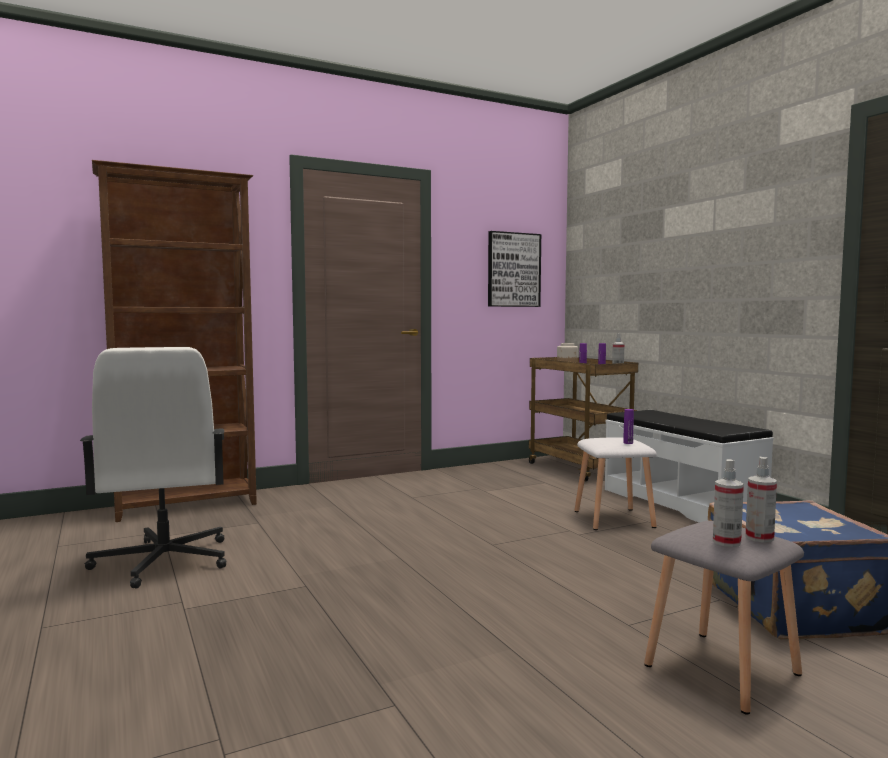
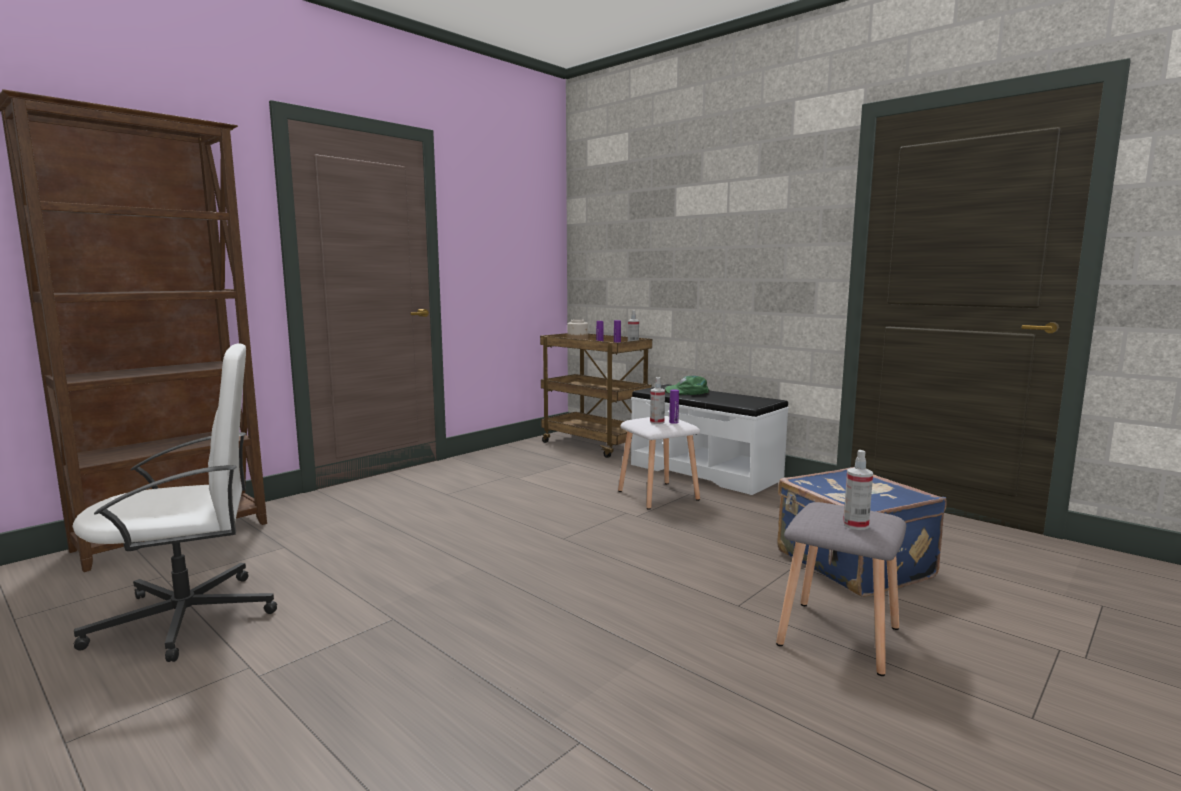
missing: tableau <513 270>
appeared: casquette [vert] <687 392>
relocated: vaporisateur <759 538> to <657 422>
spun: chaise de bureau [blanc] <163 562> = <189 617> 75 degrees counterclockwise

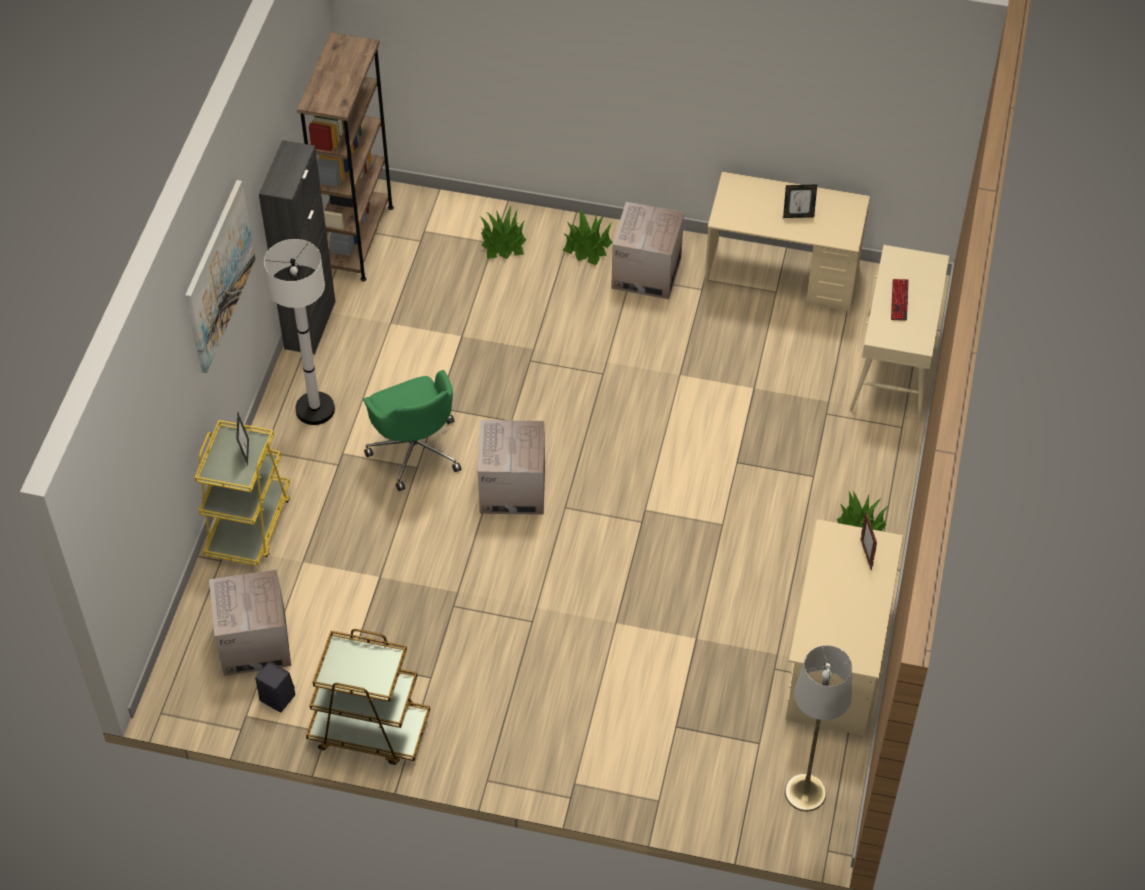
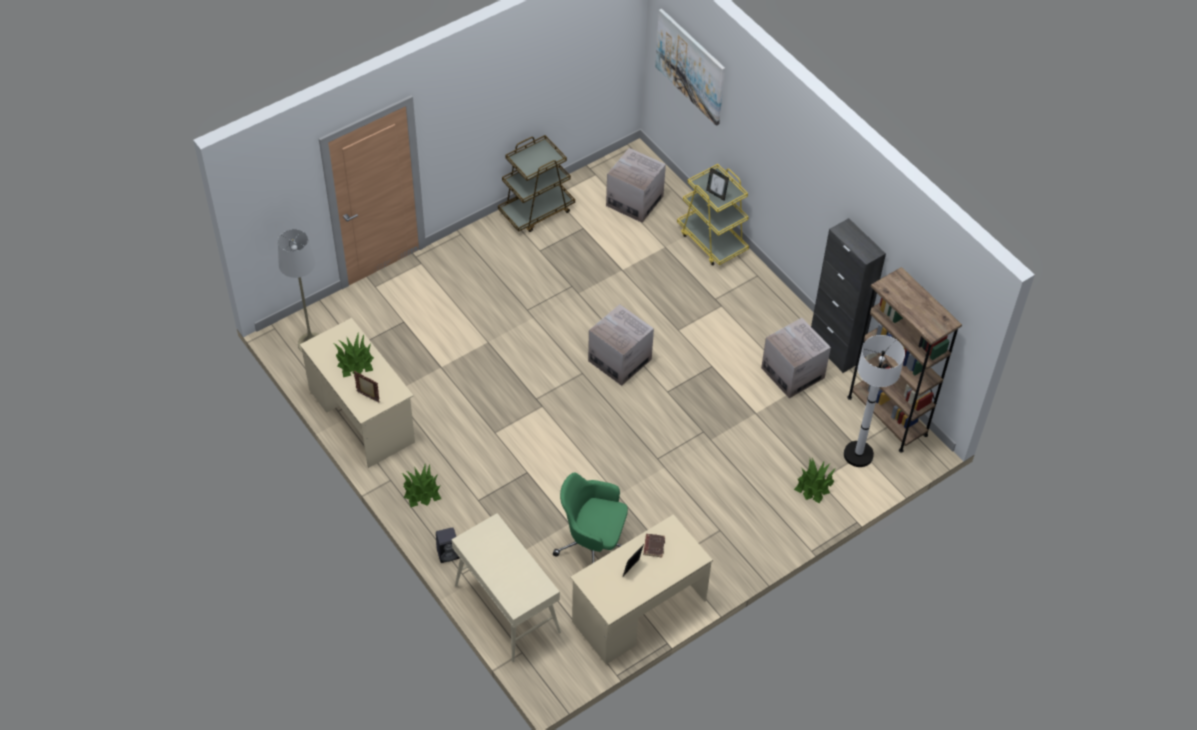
missing: clavier <899 300>
appeared: livre [marron] <653 546>
relocated: tableau <219 276> to <690 66>; carton <646 272> to <792 373>; plante en pot <587 246> to <355 362>; lampadaire [blanc] <315 409> to <858 454>; chaise de bureau [vert] <415 449> to <592 544>; enceinte [noir] <276 697> to <449 553>

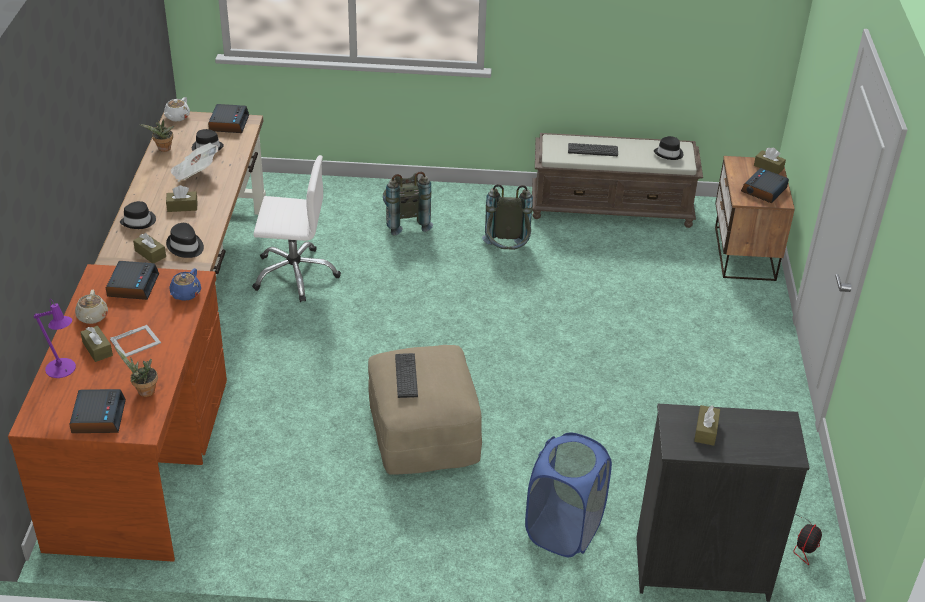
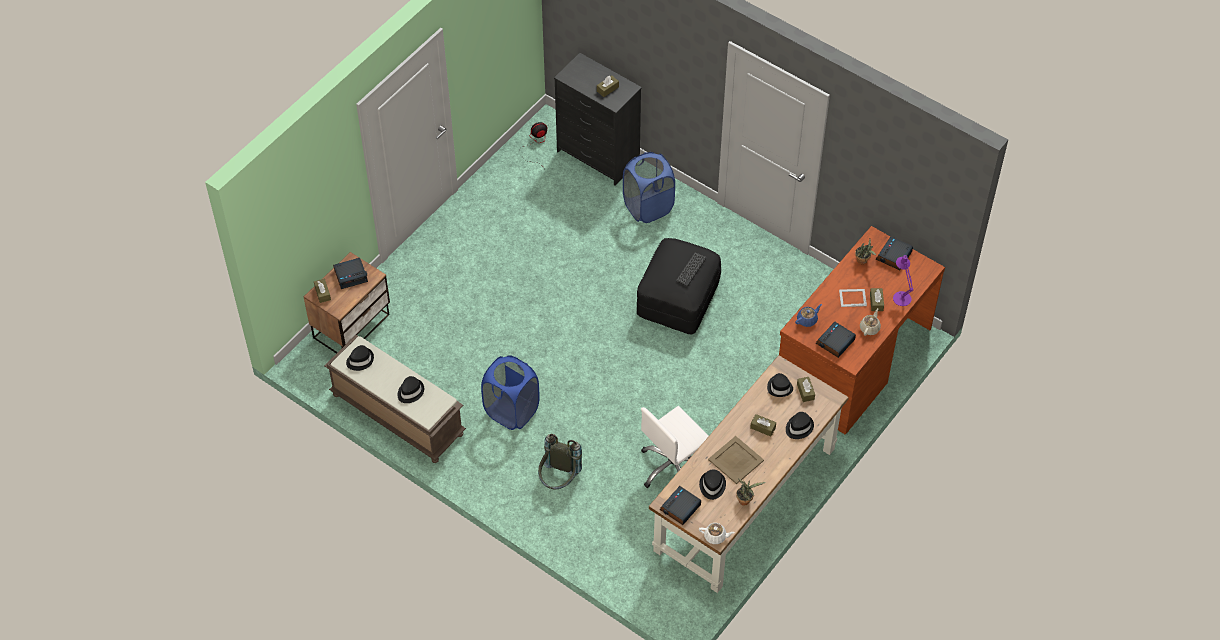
exchanged: journal <194 173> to plateau [beige] <736 460>; clavier <593 150> to chapeau [noir] <410 391>; sac à dos [gris] <507 253> to panier à linge [bleu] <511 411>
colour: pouf [beige] <424 433> to pouf [noir] <678 298>
spun: théière [blanc] <177 117> = <715 536> 45 degrees clockwise; chaise de bureau [blanc] <295 274> = <673 467> 75 degrees counterclockwise

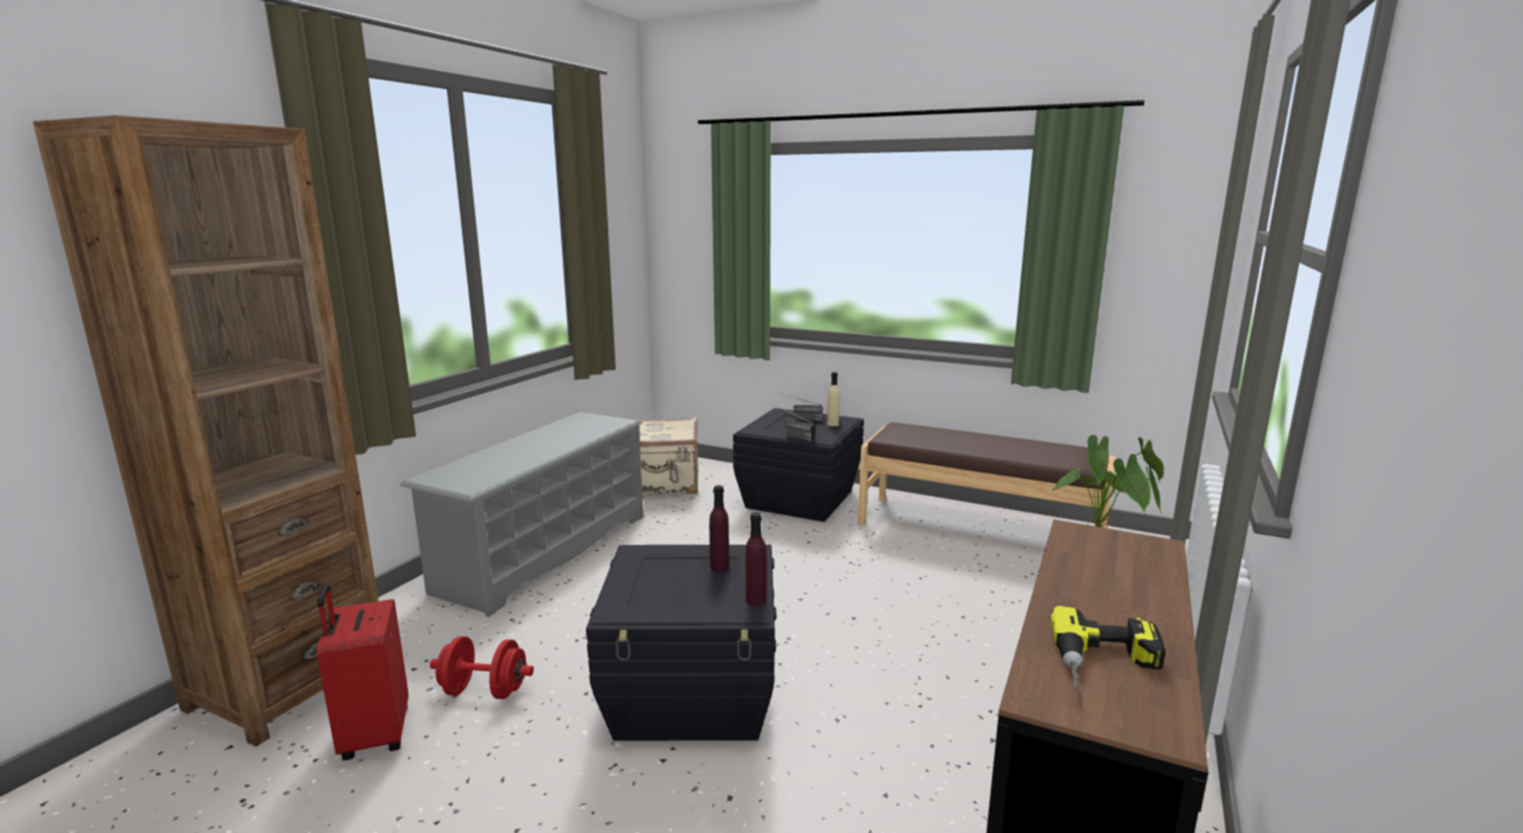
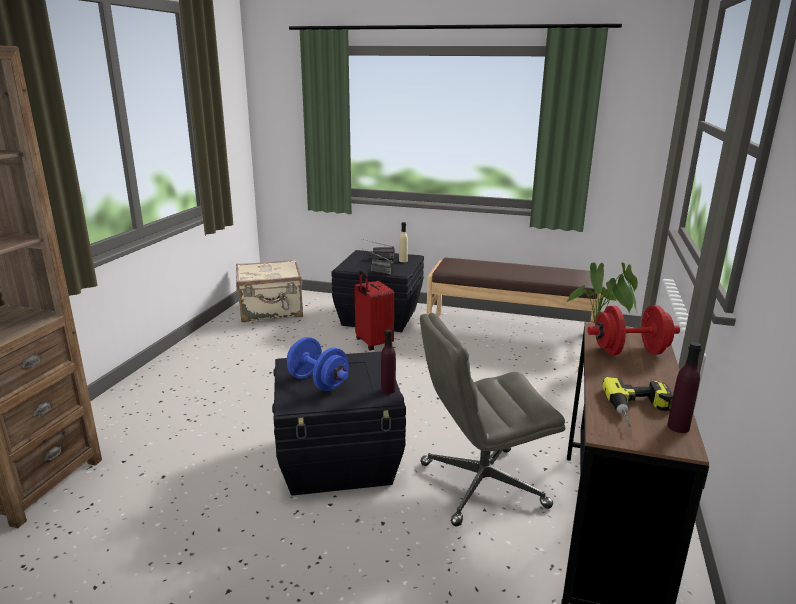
missing: étagère à chaussures [gris] <544 552>
appeared: chaise de bureau [gris] <481 485>; haltère [bleu] <318 382>
relocated: bouteille [violet] <719 567> to <678 427>; valise [rouge] <373 736> to <372 343>; haltère [rouge] <484 691> to <630 352>

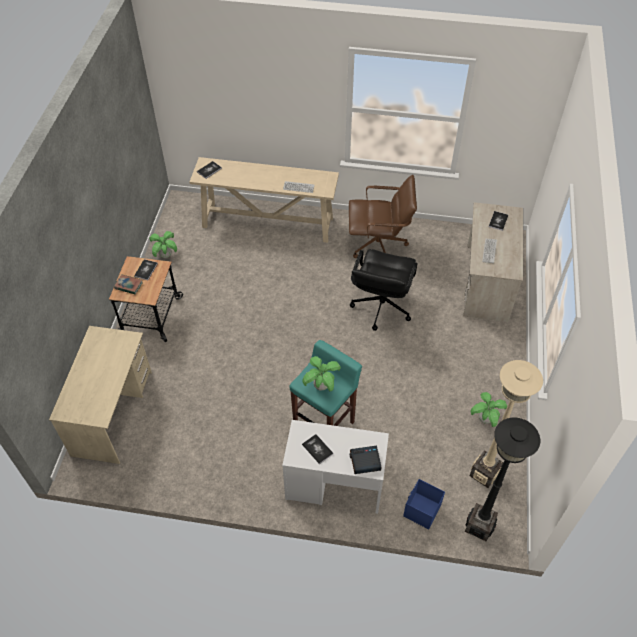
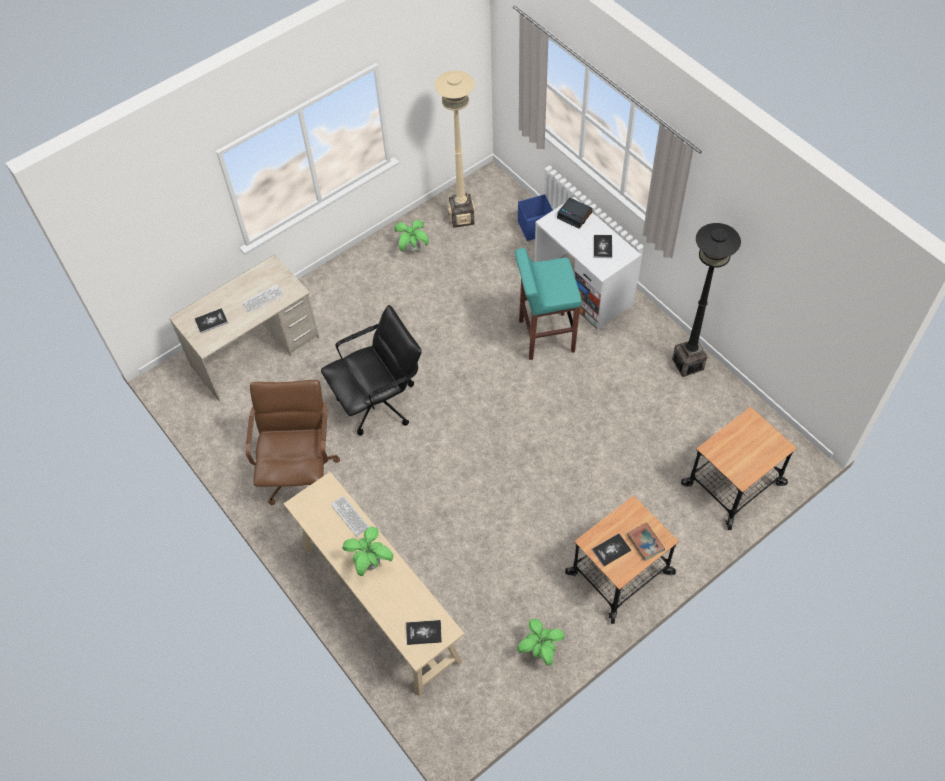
relocated: plante en pot <321 386> to <371 563>; lampadaire [noir] <479 526> to <688 364>
exchanged: bureau [beige] <113 413> to chariot <733 485>
spun: chaise de bureau [marron] <379 245> = <300 472> 45 degrees clockwise

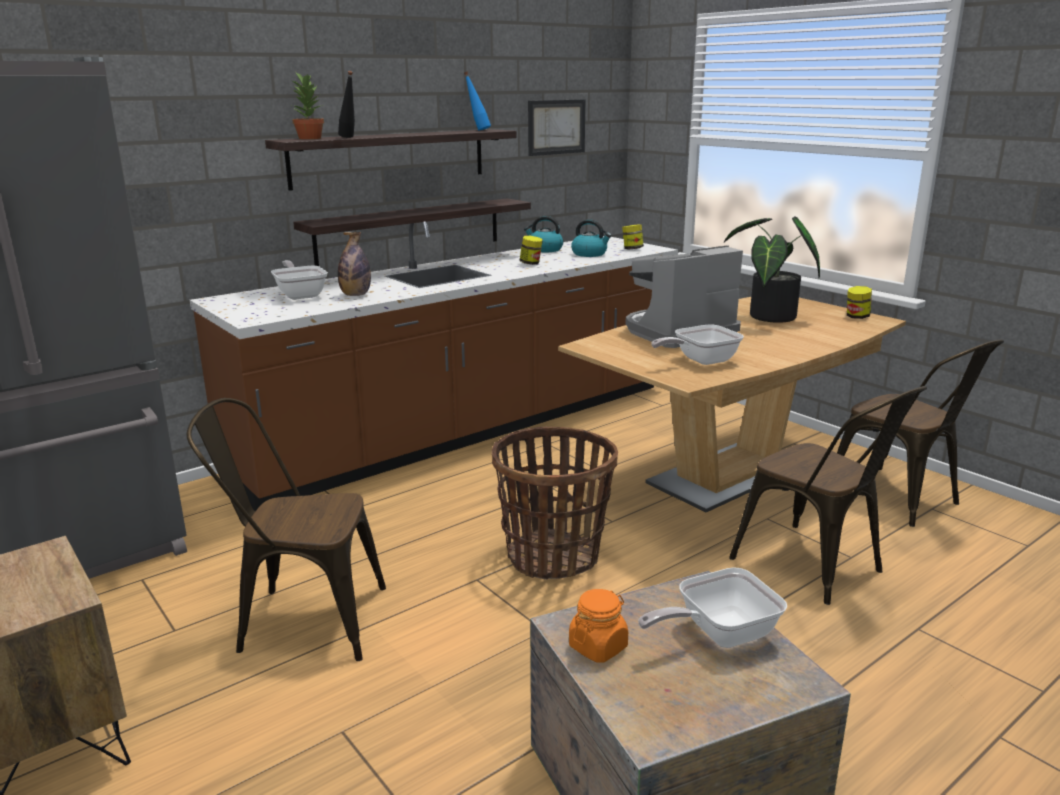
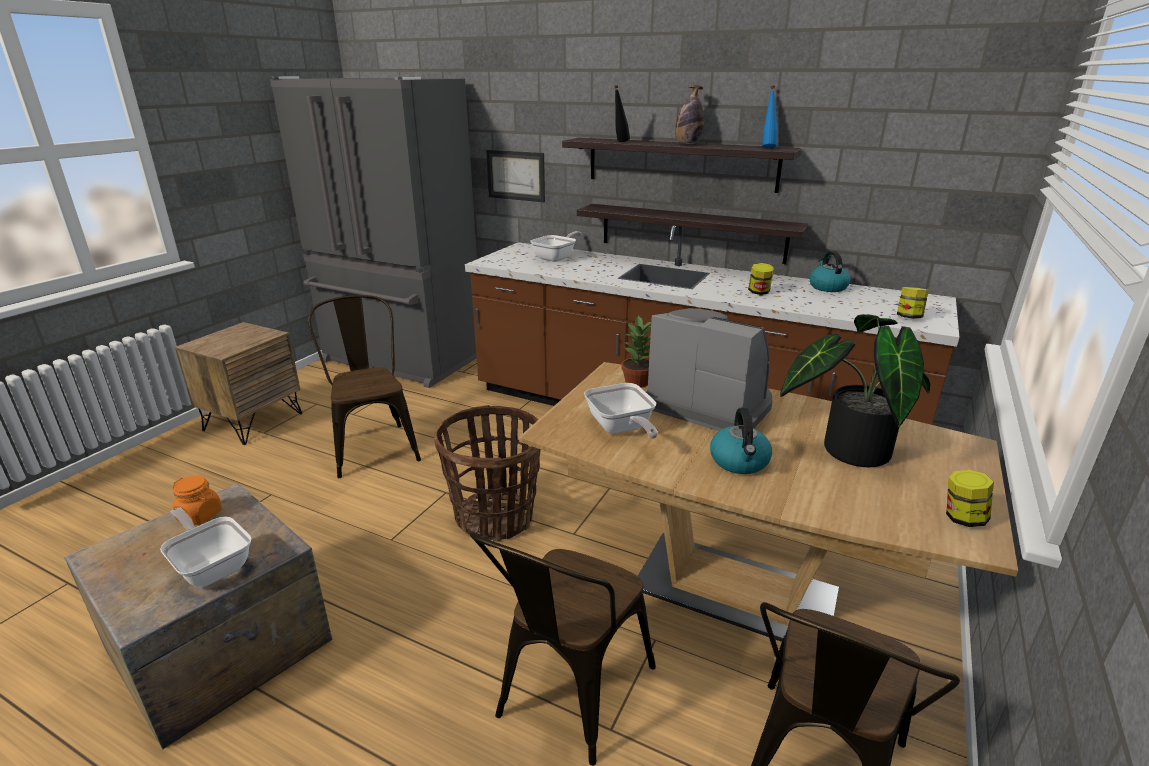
relocated: plante en pot <310 138> to <637 382>; tableau <556 127> to <516 175>; bouilloire <590 254> to <739 462>; bouteille <355 295> to <687 144>
spun: poêle <700 361> = <621 429> 150 degrees counterclockwise

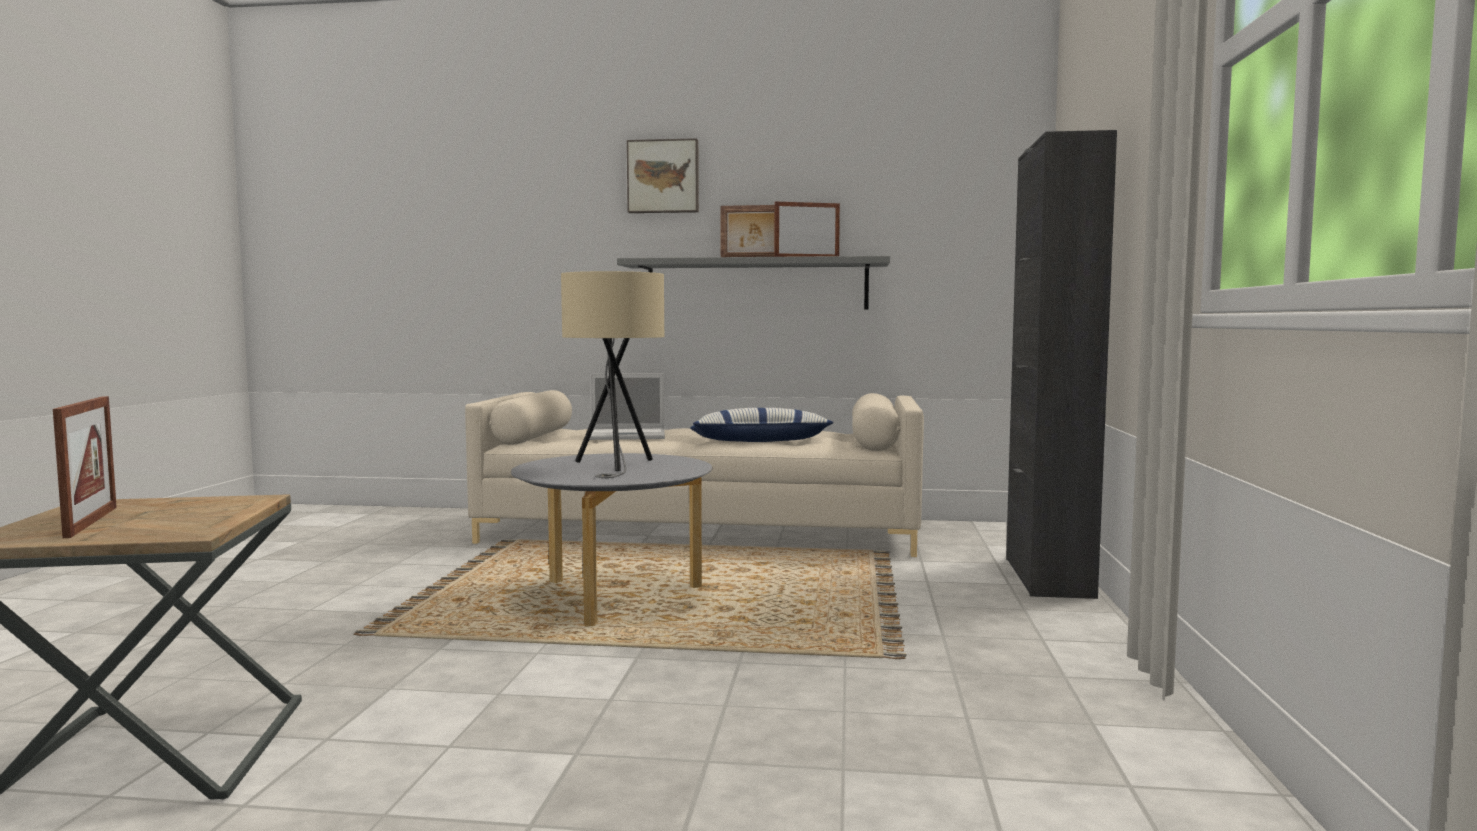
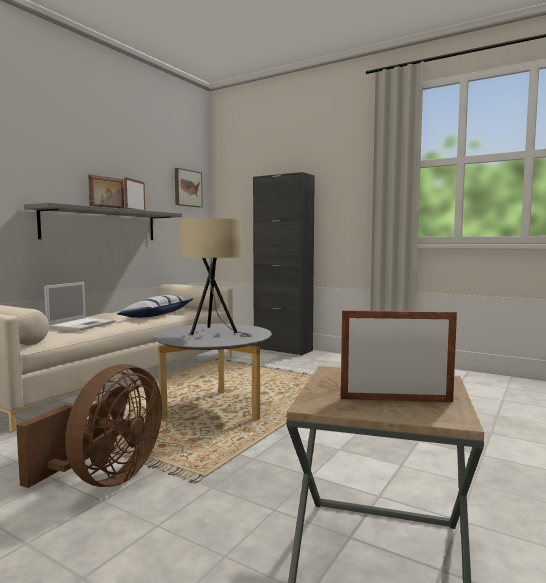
appeared: ventilateur [marron] <105 479>
relocated: tableau <663 177> to <187 188>

